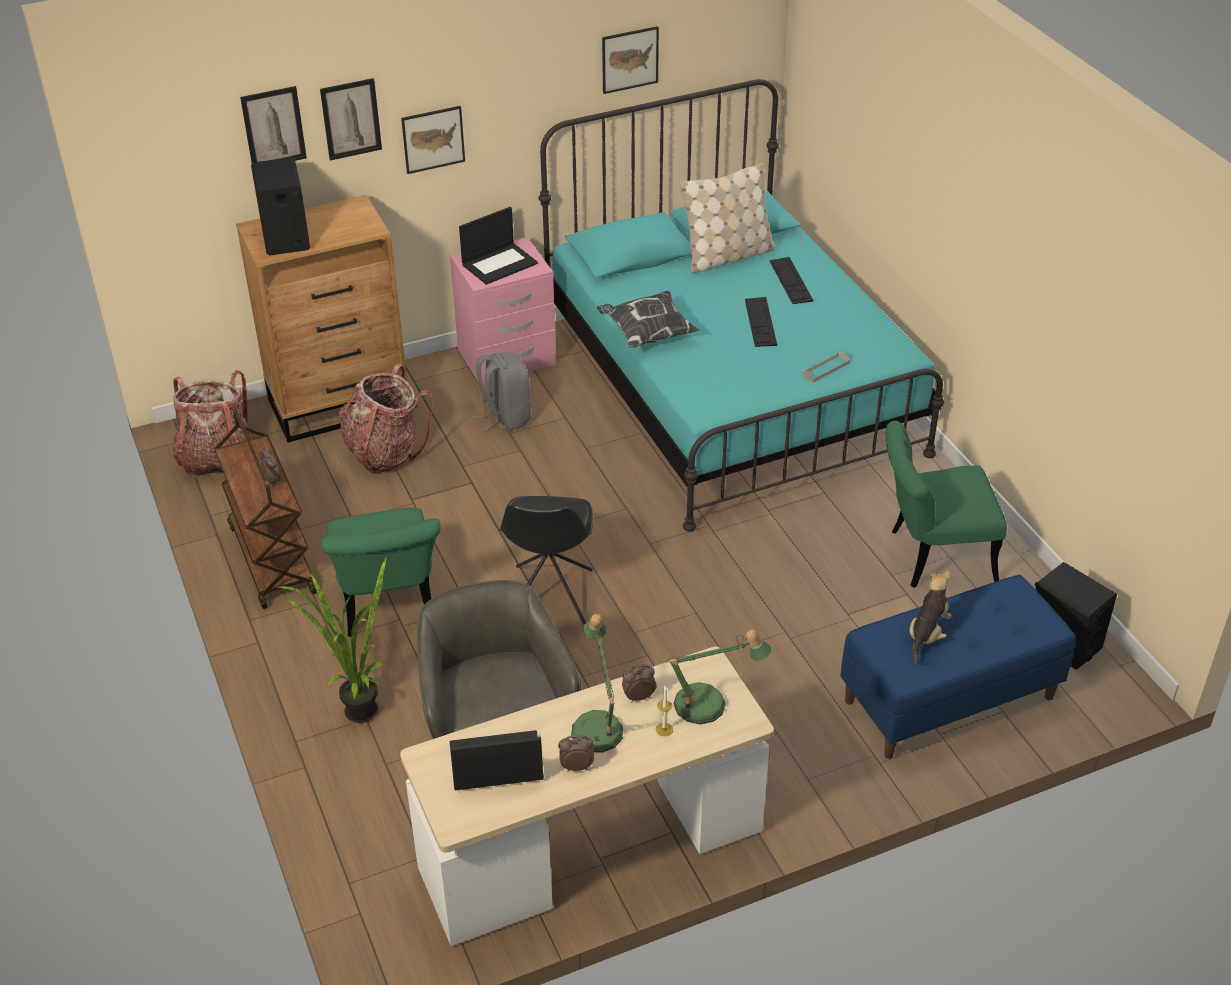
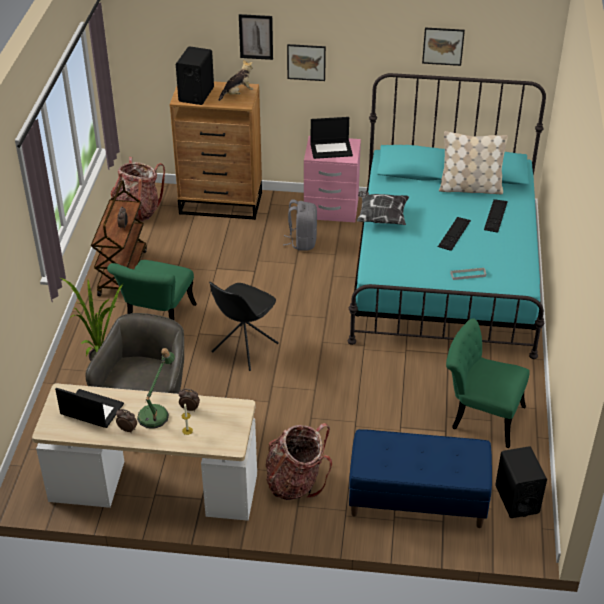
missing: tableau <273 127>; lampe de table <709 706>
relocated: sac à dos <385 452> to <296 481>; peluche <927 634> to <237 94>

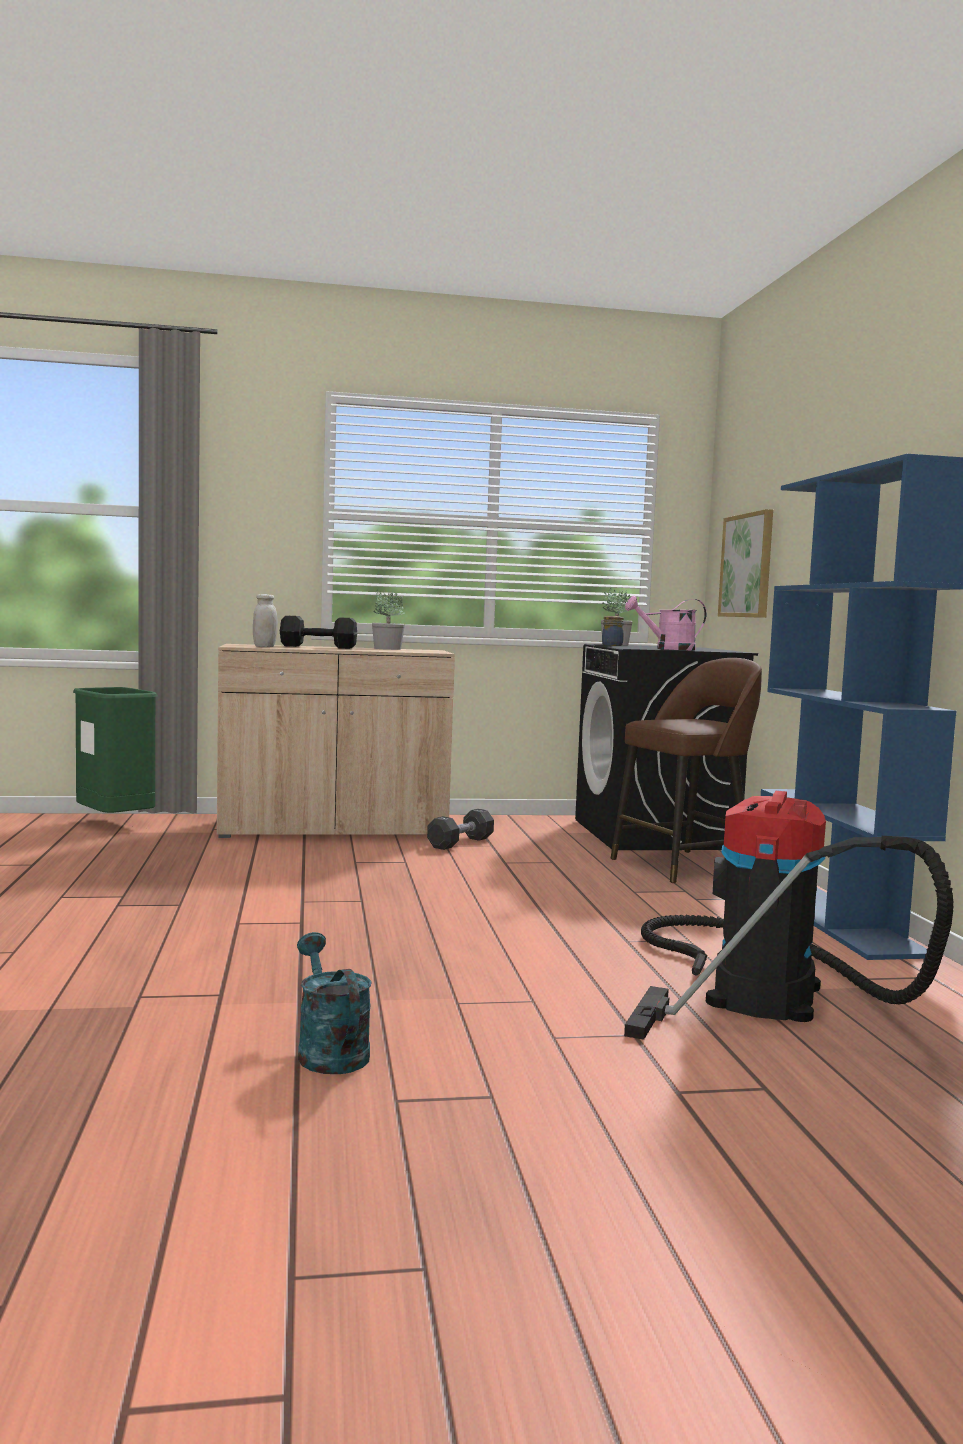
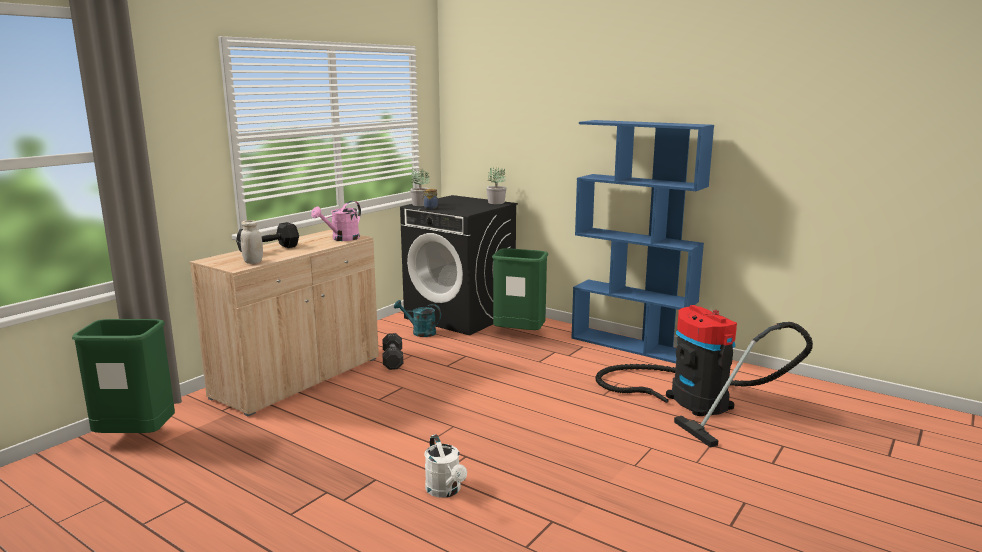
missing: tableau <747 565>
appeared: arrosoir [blanc] <446 491>
relocated: plante en pot <387 649> to <496 202>; arrosoir [rose] <668 649> to <341 239>; arrosoir [turquoise] <329 1051> to <420 332>
exchanged: tabouret [marron] <684 866> to poubelle [vert] <519 334>

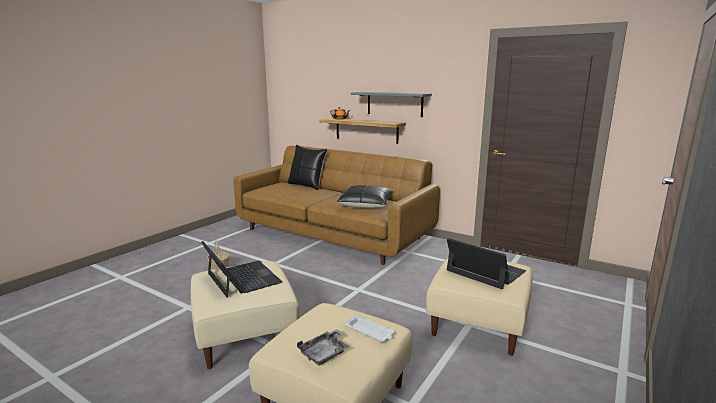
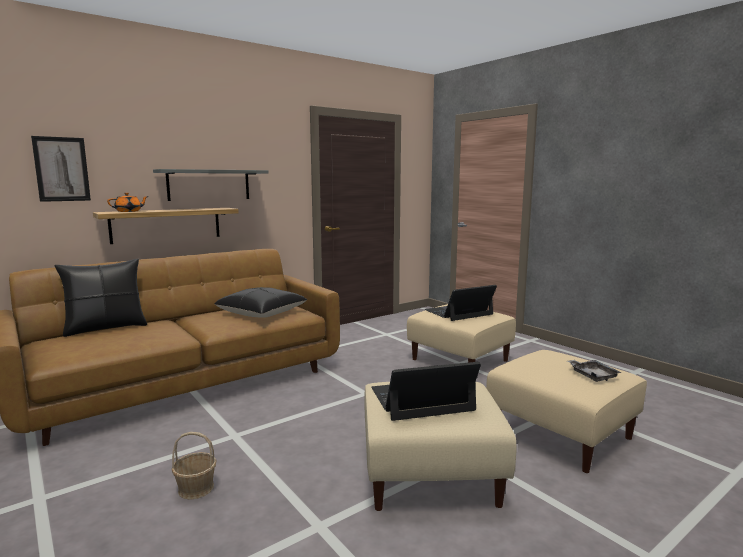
missing: plateau [blanc] <369 332>
appeared: tableau <62 169>

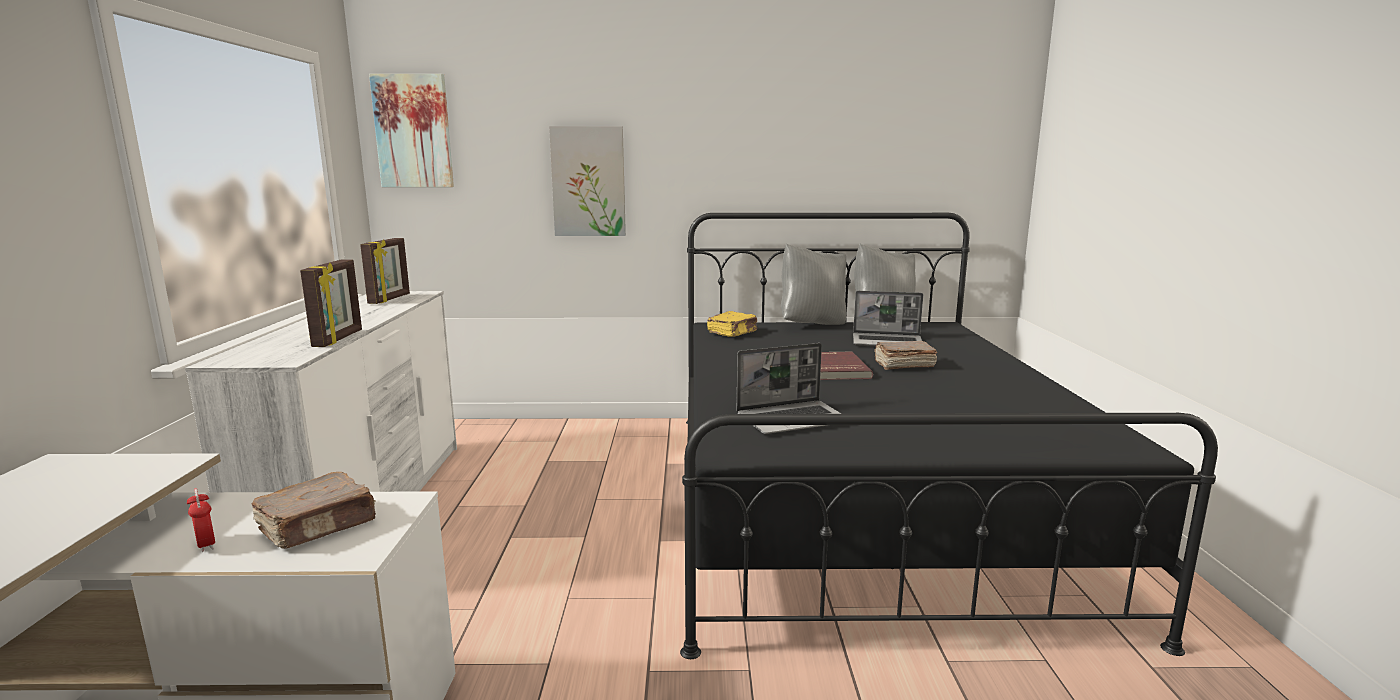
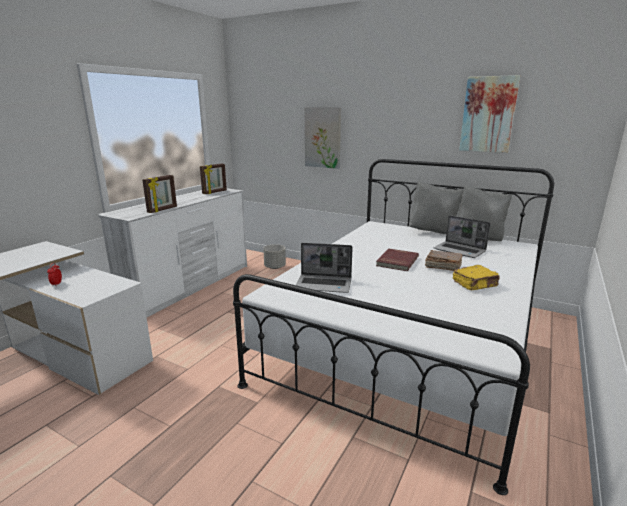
missing: livre [marron] <319 526>
appeared: cache-pot [gris] <275 267>
relocated: tableau <413 131> to <488 114>; livre [jaune] <733 333> to <475 284>
colour: lit [noir] <859 501> to lit [blanc] <406 341>

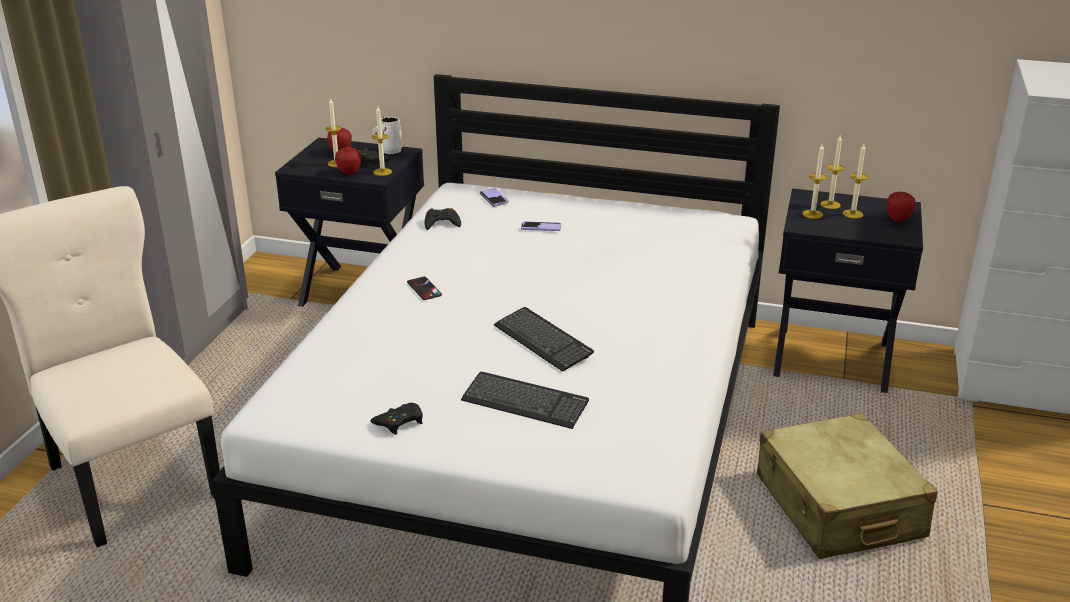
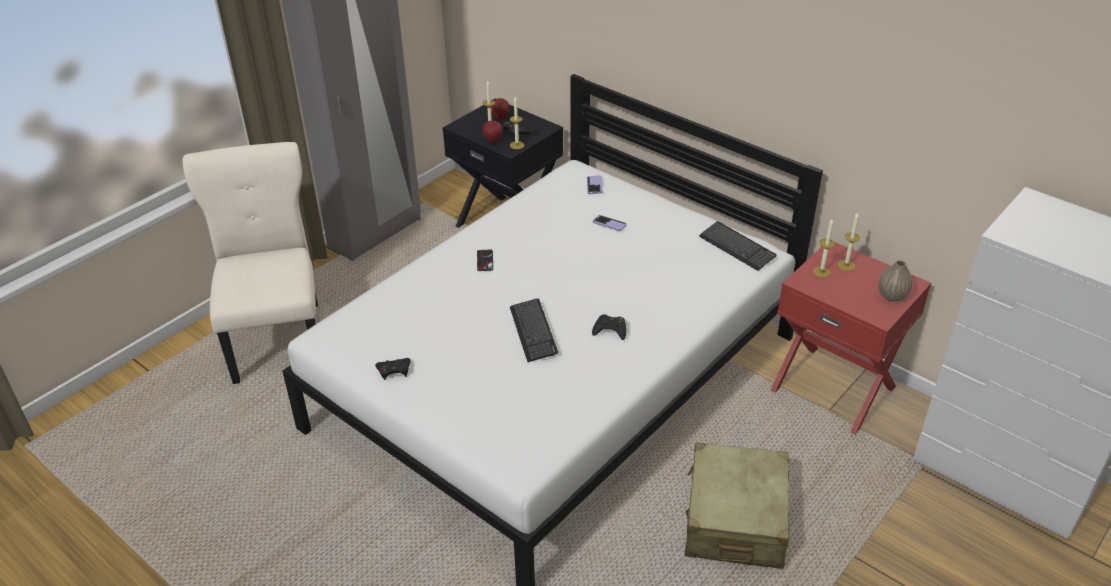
missing: mug [blanc] <390 150>; bougie <852 214>
relocated: manette [noir] <441 223> to <610 330>; clavier <525 402> to <737 247>
exchanged: pomme <898 219> to vase <892 296>
colour: table de chevet [noir] <832 358> to table de chevet [rouge] <833 388>

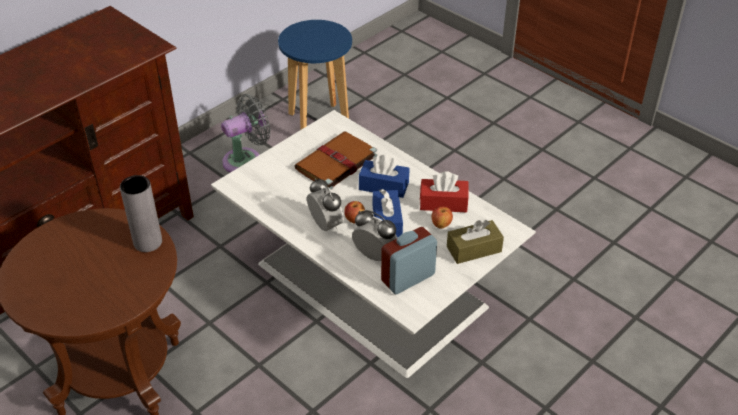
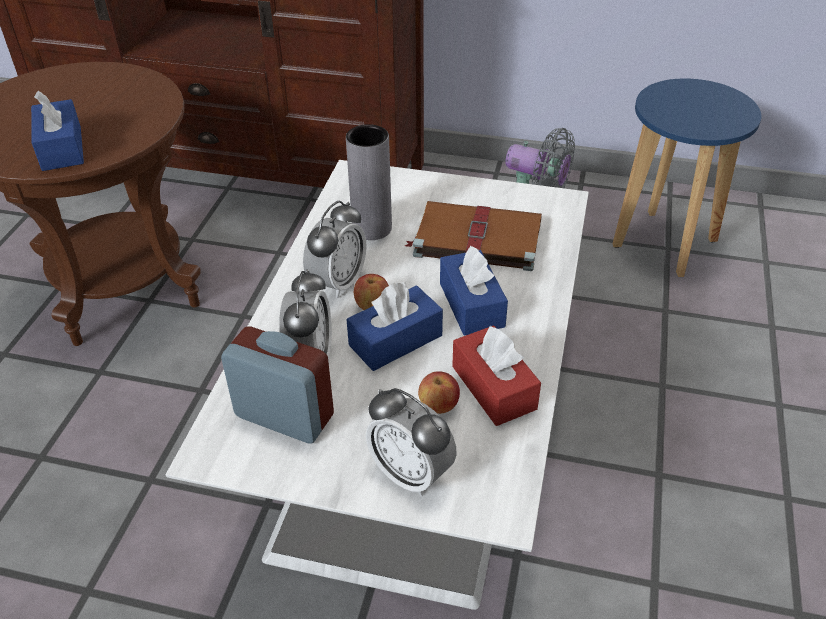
appeared: boîte à mouchoirs [bleu] <62 148>
relocated: vase [gris] <148 242> to <372 228>
exchanged: boîte à mouchoirs [marron] <474 249> to réveil <411 473>

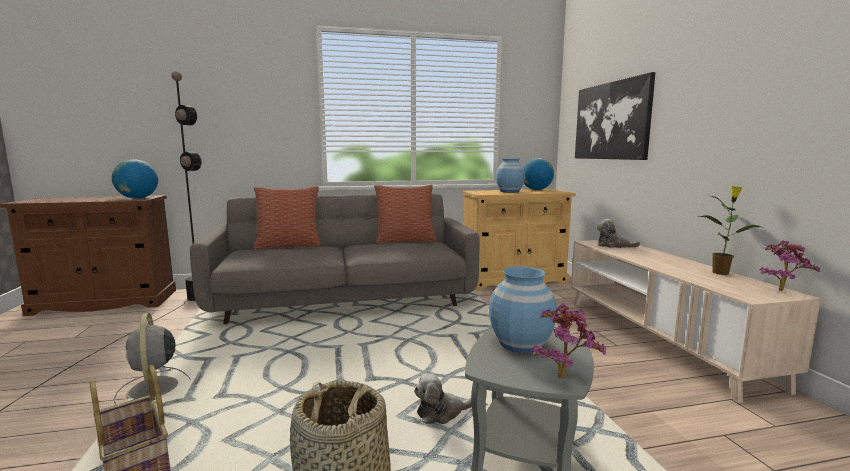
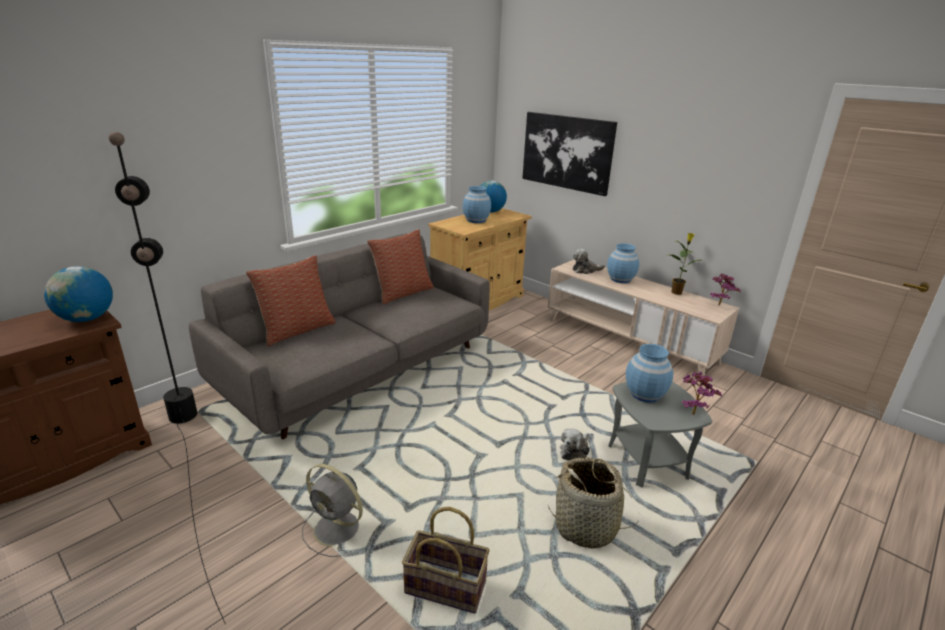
appeared: vase [bleu] <620 279>

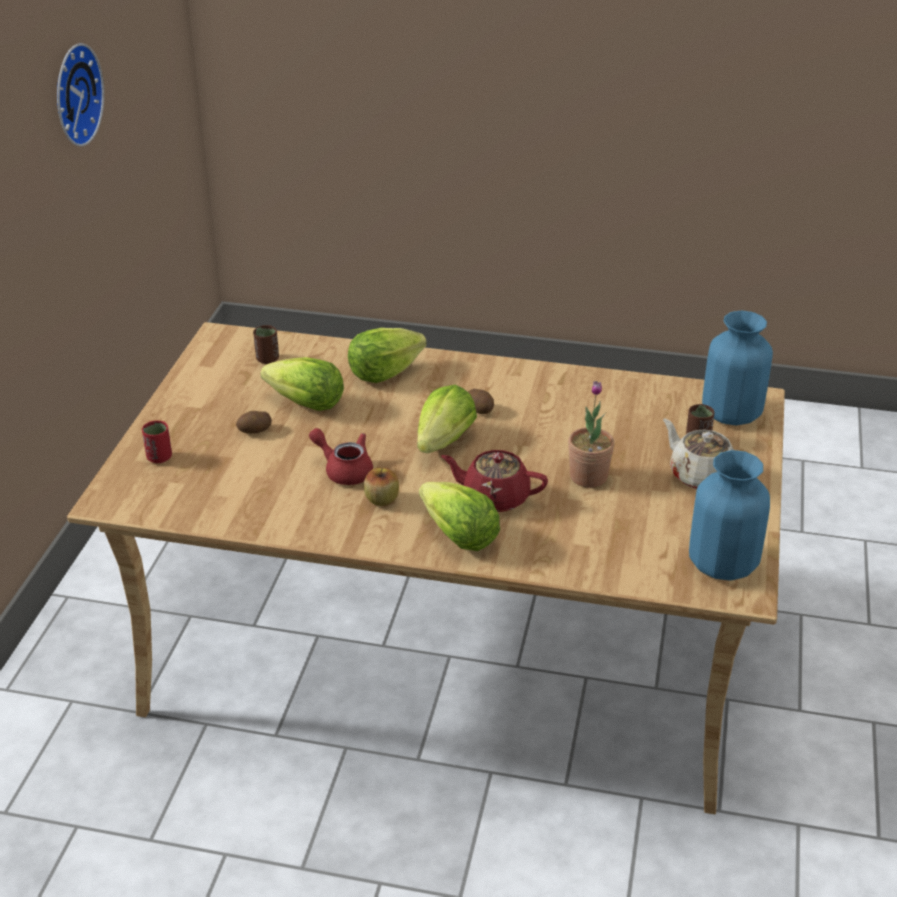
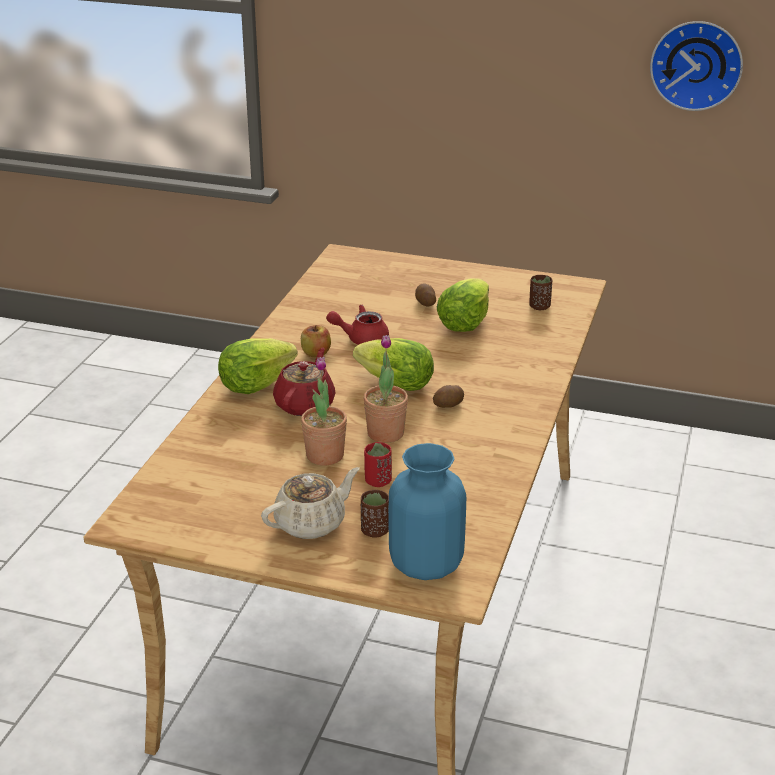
missing: laitue <383 373>; vase [bleu] <722 564>
appeared: plante en pot <385 433>
relocated: tasse [rouge] <159 457> to <378 481>
spun: théière [rouge] <344 470> = <361 338> 135 degrees counterclockwise

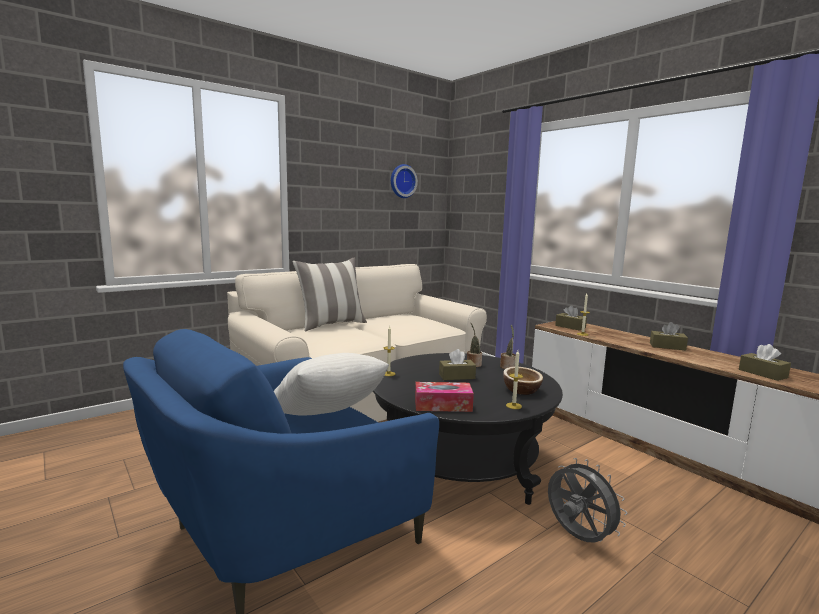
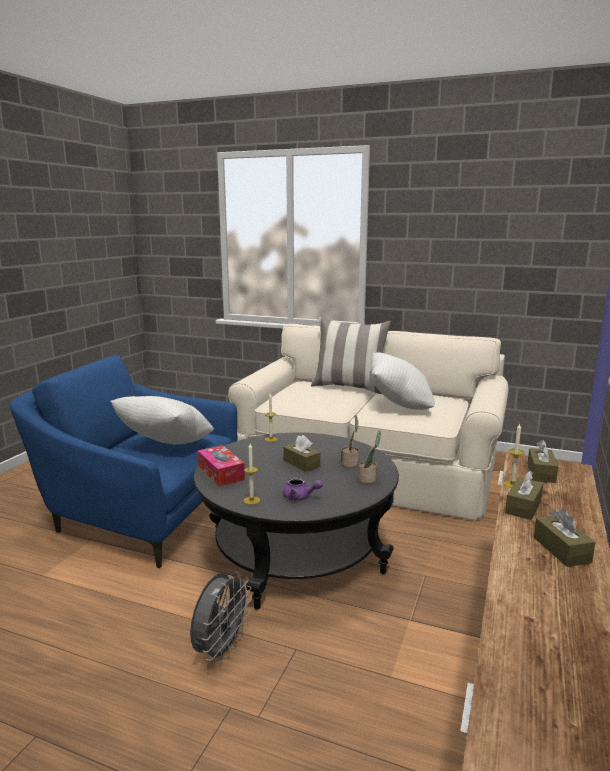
missing: horloge murale <402 181>
appeared: coussin [blanc] <399 405>
relocated: boîte à mouchoirs [marron] <762 373> to <523 507>
exchanged: bol <521 390> to théière [violet] <300 497>

